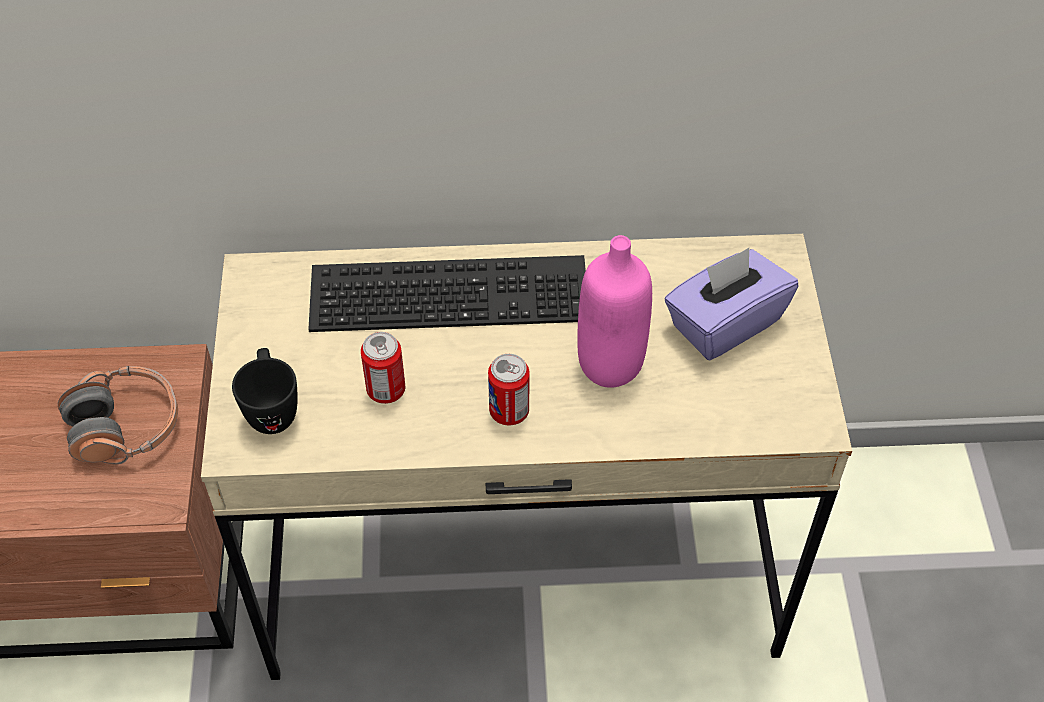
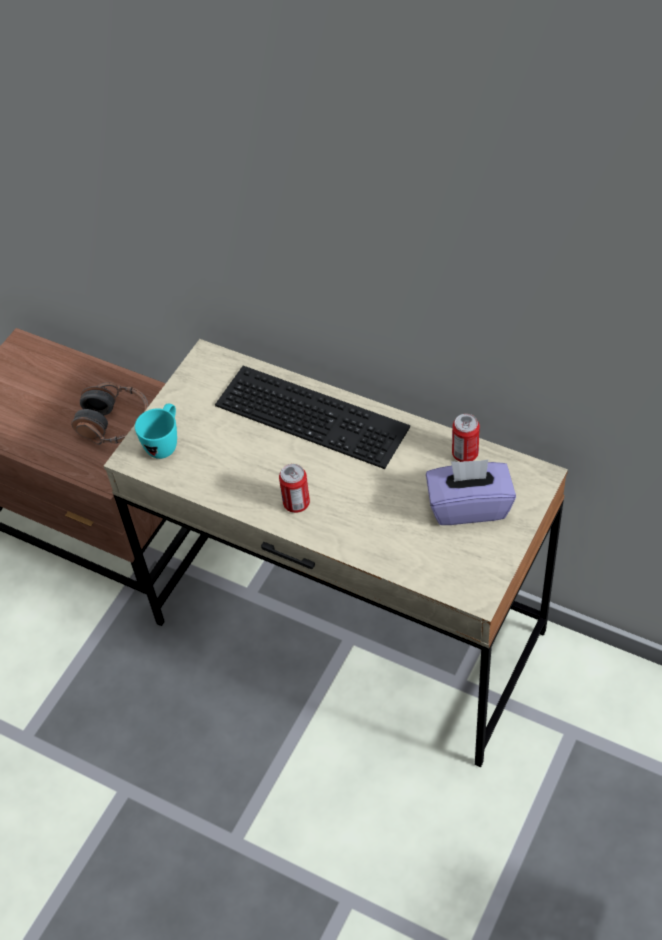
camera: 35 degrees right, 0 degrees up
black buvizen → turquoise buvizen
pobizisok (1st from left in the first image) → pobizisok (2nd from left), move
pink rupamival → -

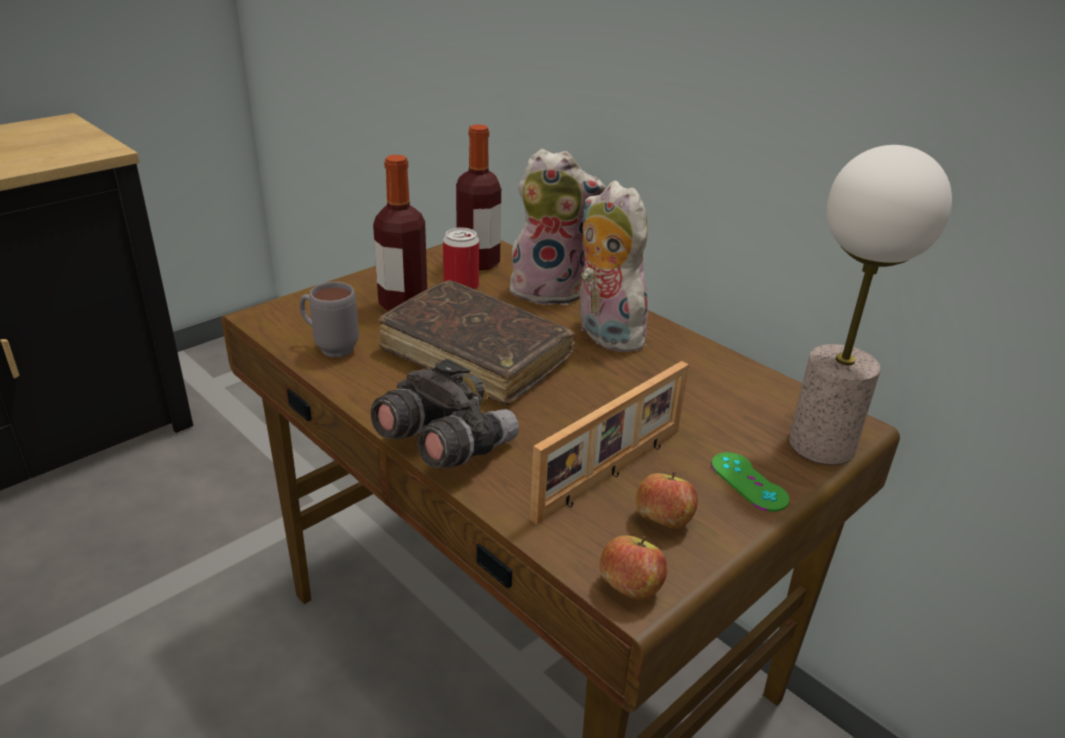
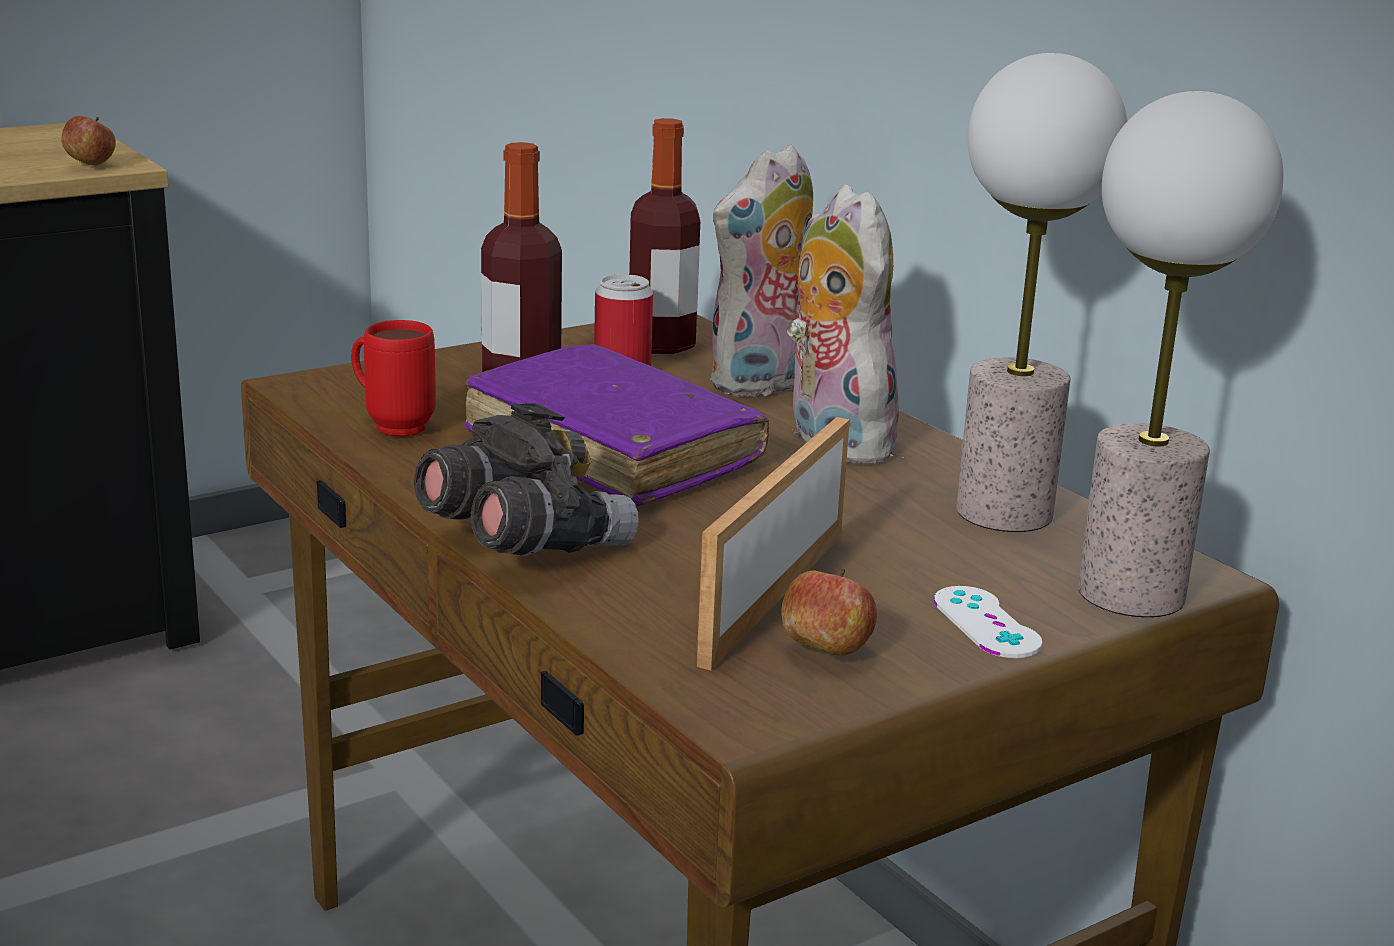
camera: 10 degrees right, 10 degrees down
grey buvizen → red buvizen
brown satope → purple satope
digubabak (1st from left), 120 degrees clockwise
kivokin, 150 degrees clockwise
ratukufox (1st from left), move
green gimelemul → white gimelemul
- → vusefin (1st from left)

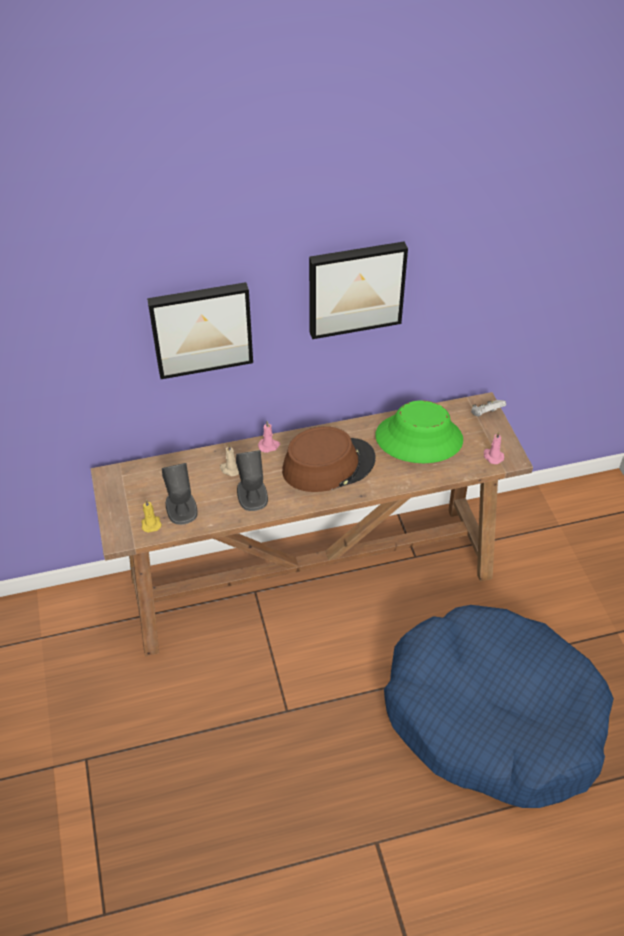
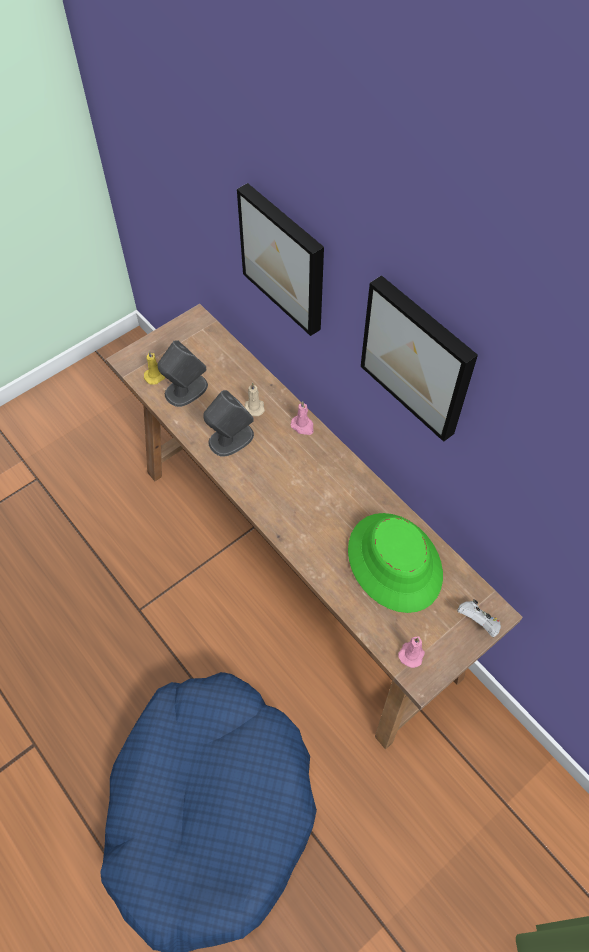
camera: 65 degrees right, 10 degrees up
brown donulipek → -

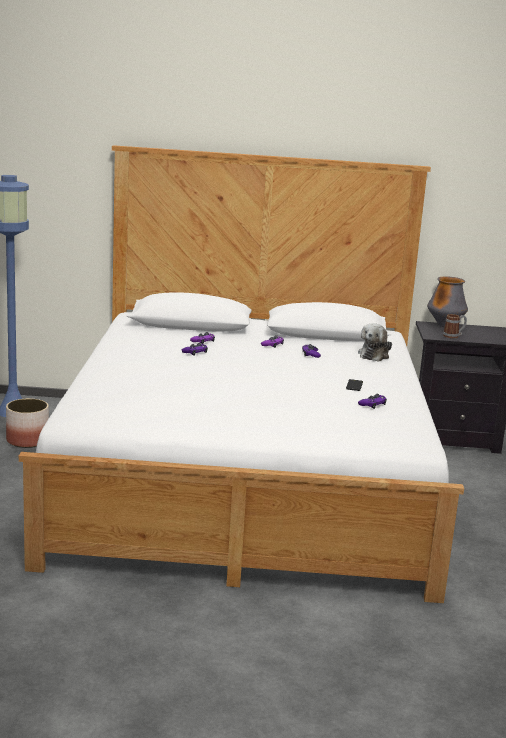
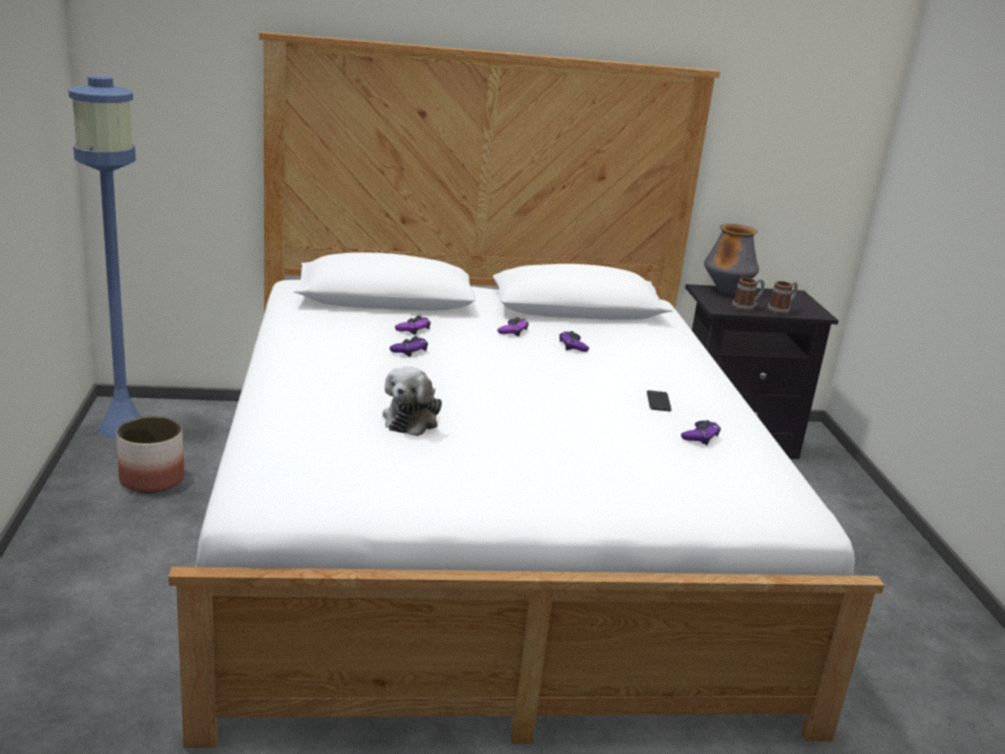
camera: 10 degrees left, 5 degrees up
digubabak, move
- → buvizen (2nd from left)

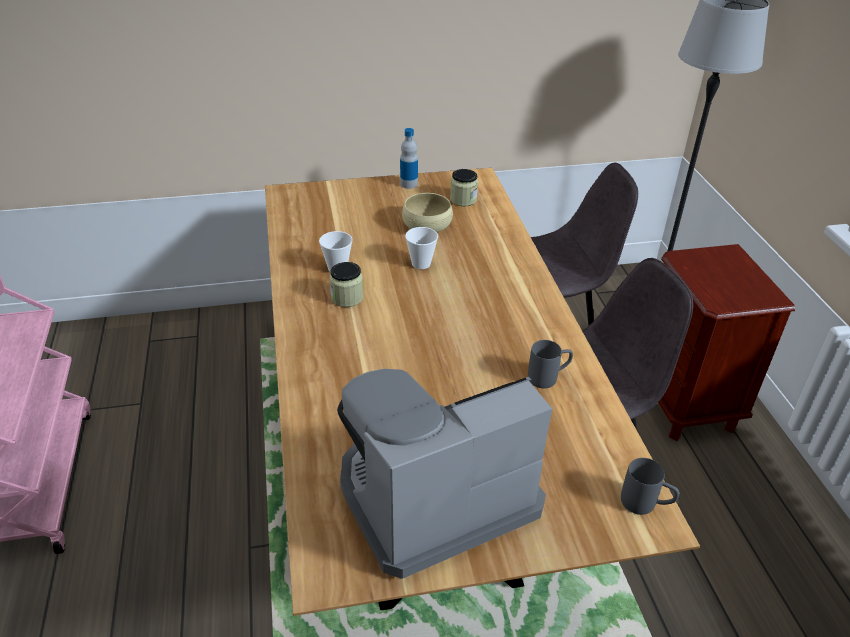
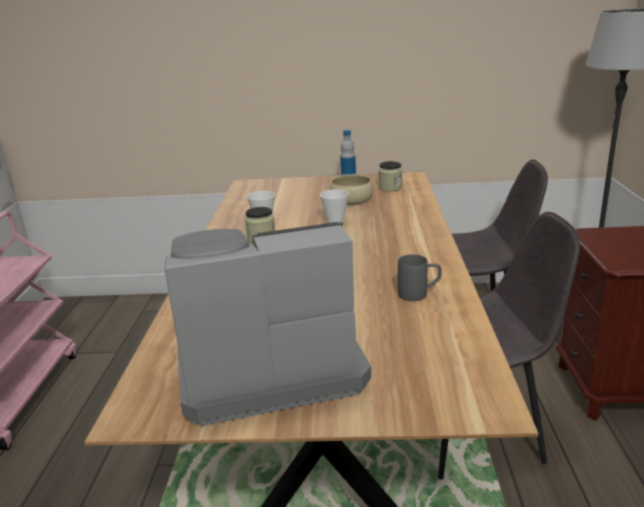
camera: 15 degrees right, 15 degrees down
grey buvizen (2nd from left) → -

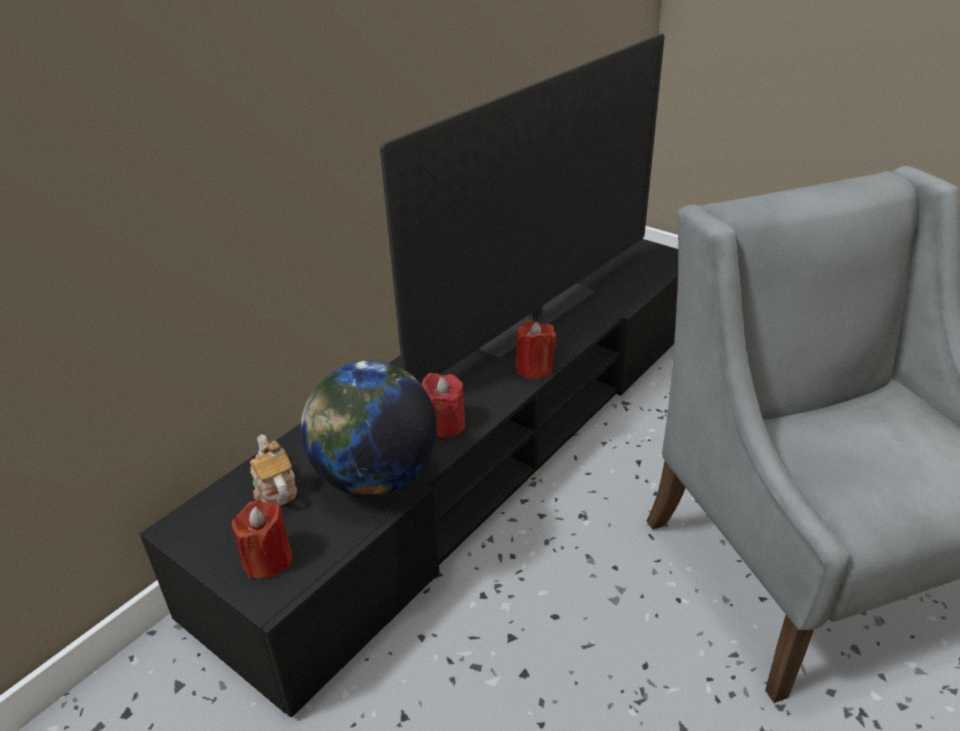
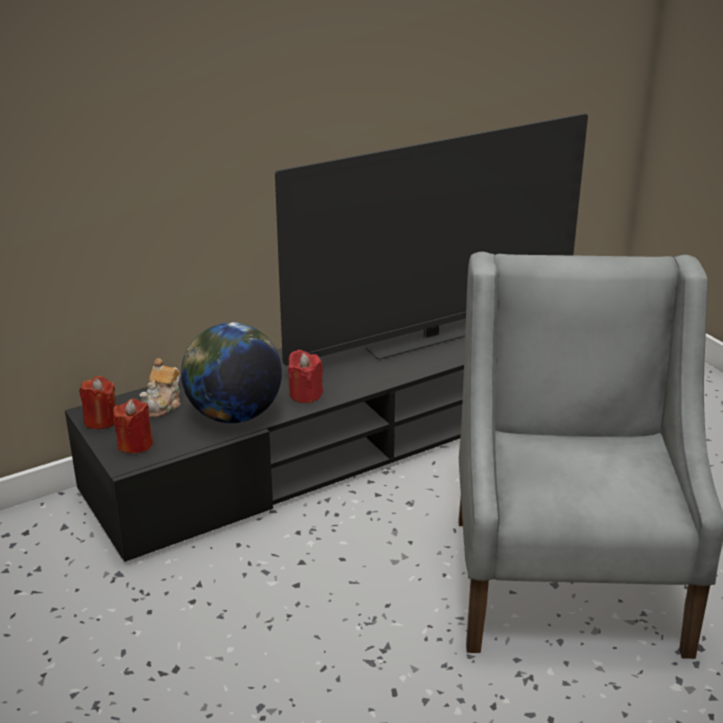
camera: 20 degrees right, 5 degrees down
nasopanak, 150 degrees counterclockwise
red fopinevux (3rd from left in the first image) → red fopinevux (1st from left), move

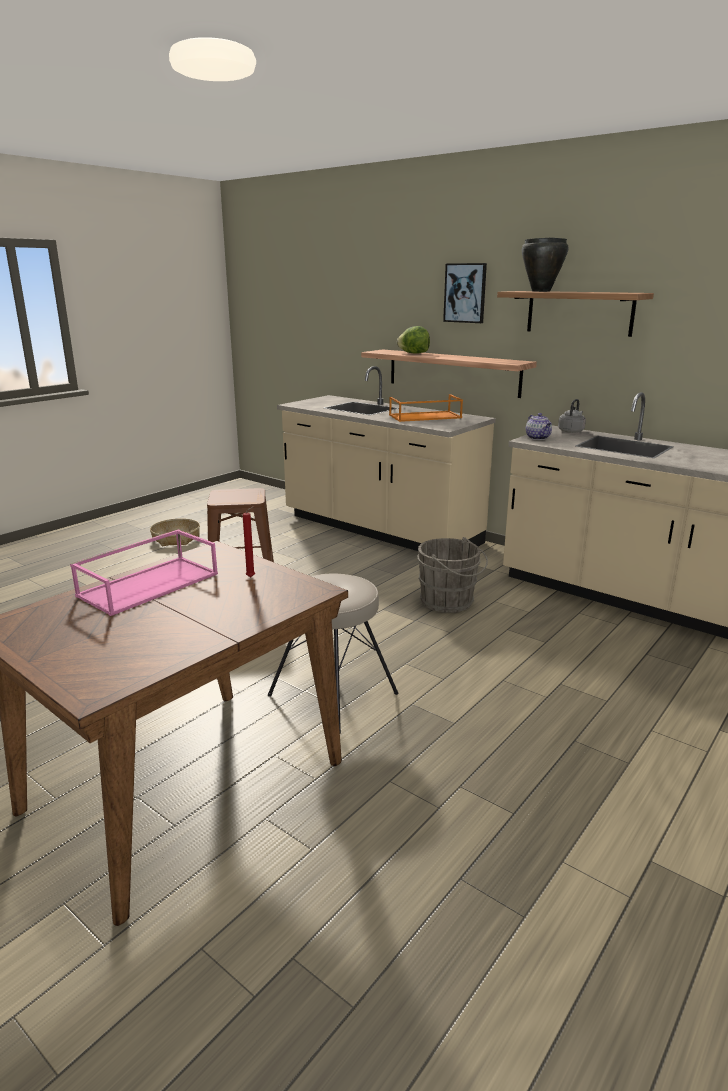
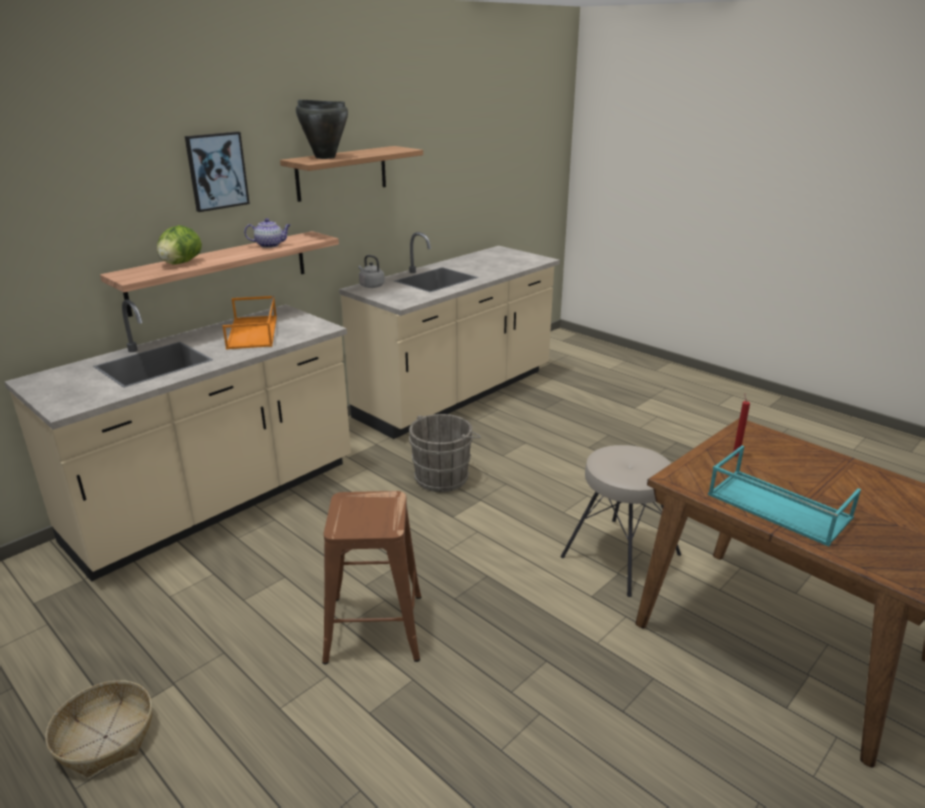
camera: 85 degrees left, 5 degrees up
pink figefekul → turquoise figefekul
nasopanak, move

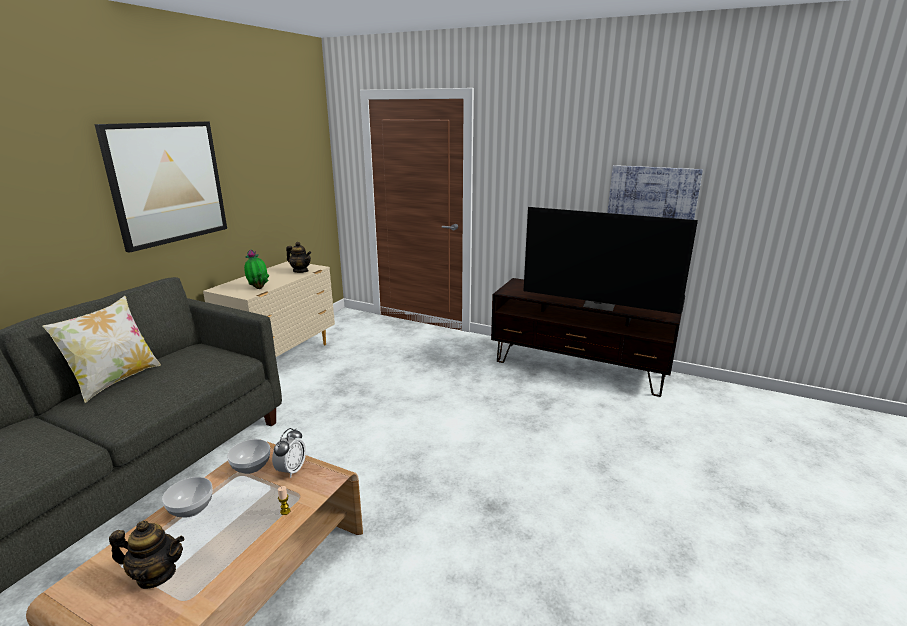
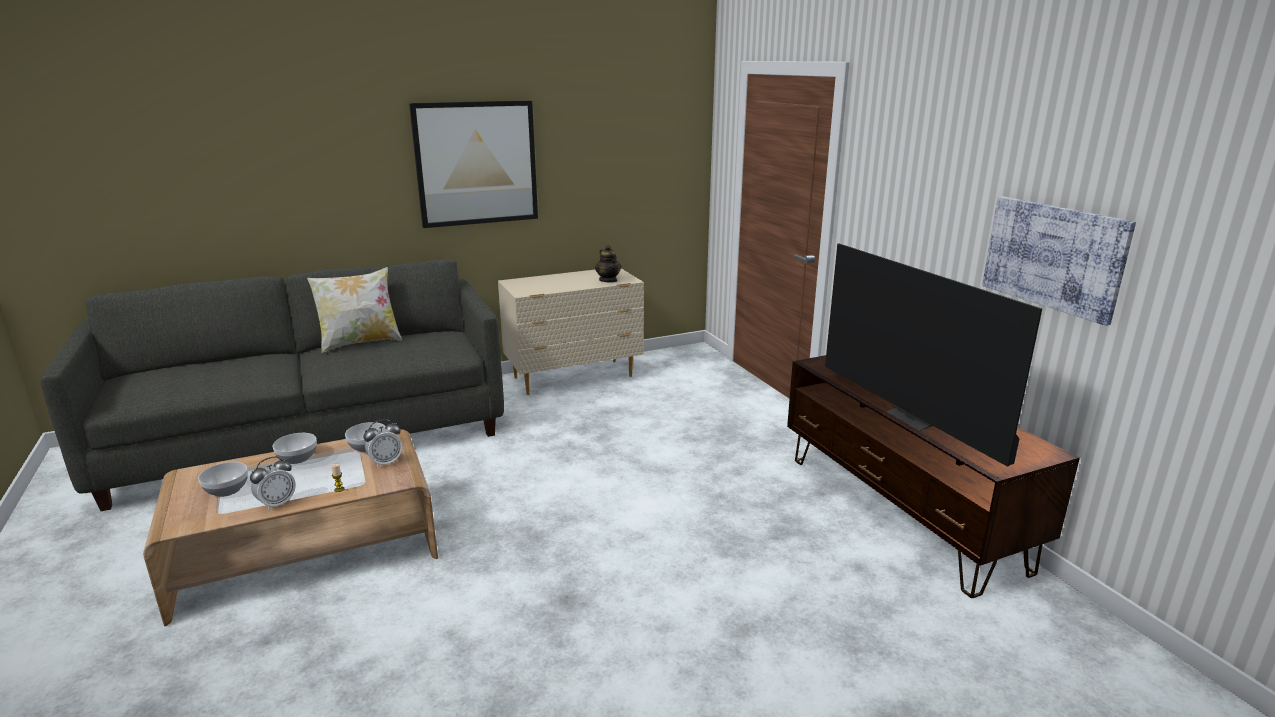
camera: 40 degrees right, 0 degrees up
nasopanak (1st from left) → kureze (1st from left)
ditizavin → -
- → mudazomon (1st from left)

